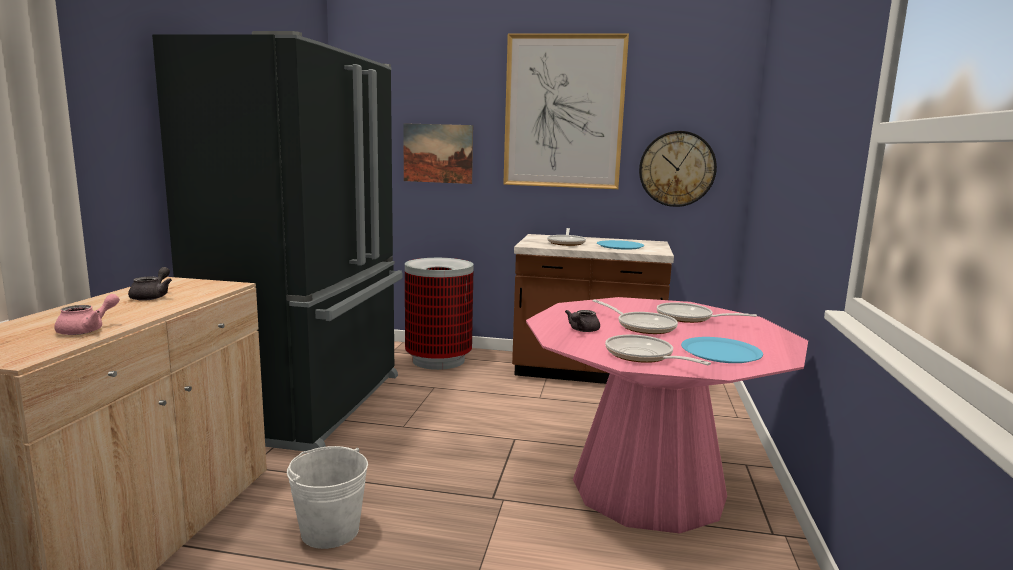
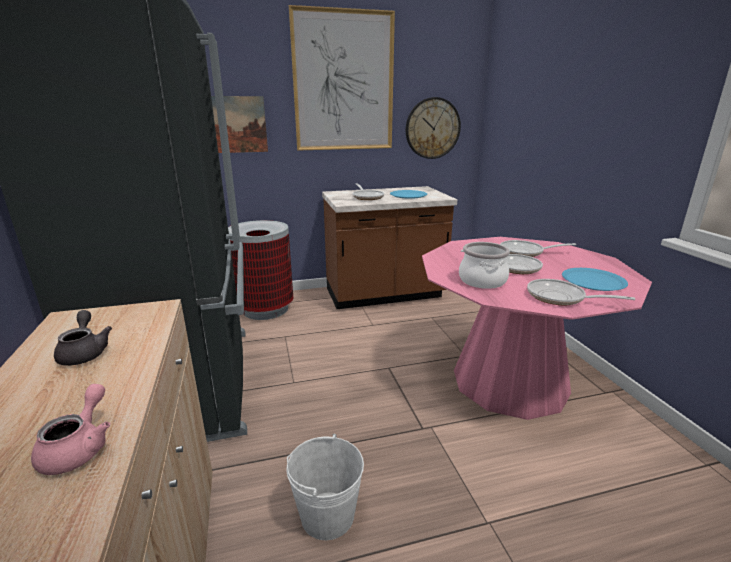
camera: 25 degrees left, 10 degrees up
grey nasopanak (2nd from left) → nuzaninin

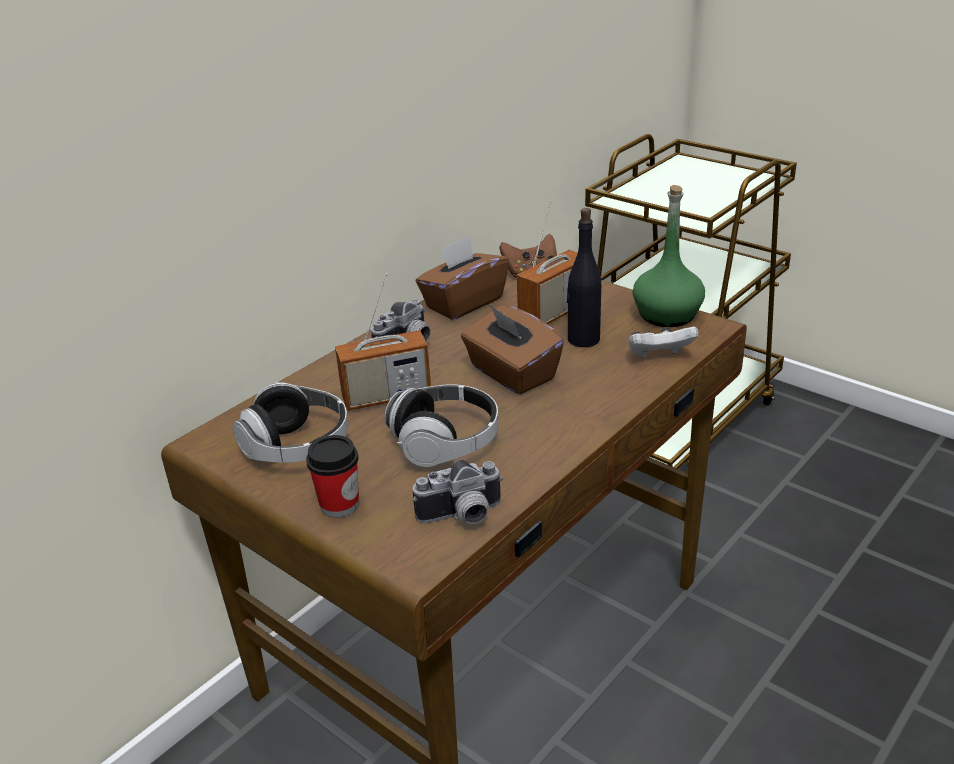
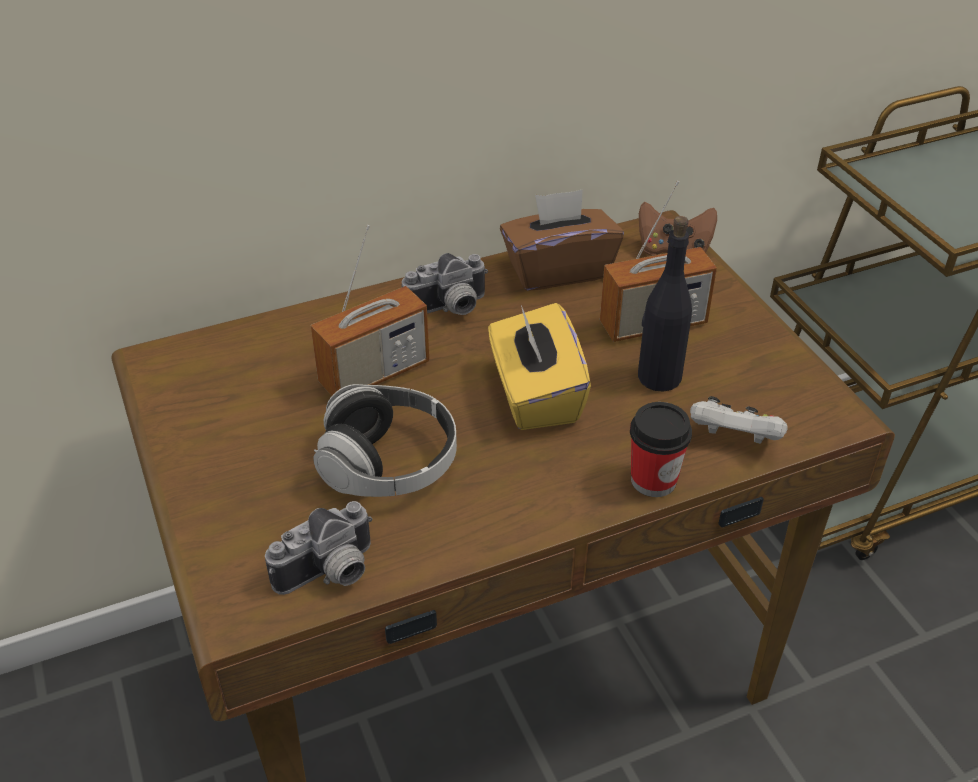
camera: 25 degrees right, 10 degrees up
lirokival (1st from left) → -
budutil, move
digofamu (1st from left), 45 degrees counterclockwise
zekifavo (2nd from left in the first image) → zekifavo (1st from left), 45 degrees counterclockwise
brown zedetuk (2nd from left) → yellow zedetuk
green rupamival → -

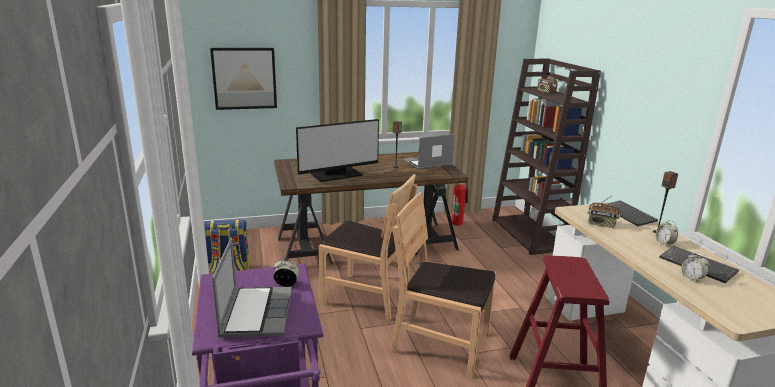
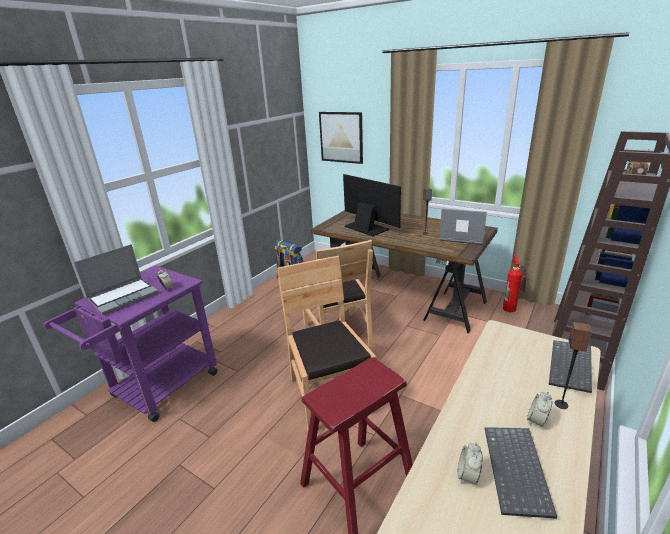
camera: 50 degrees right, 5 degrees up
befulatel, 150 degrees counterclockwise
digofamu (2nd from left) → -

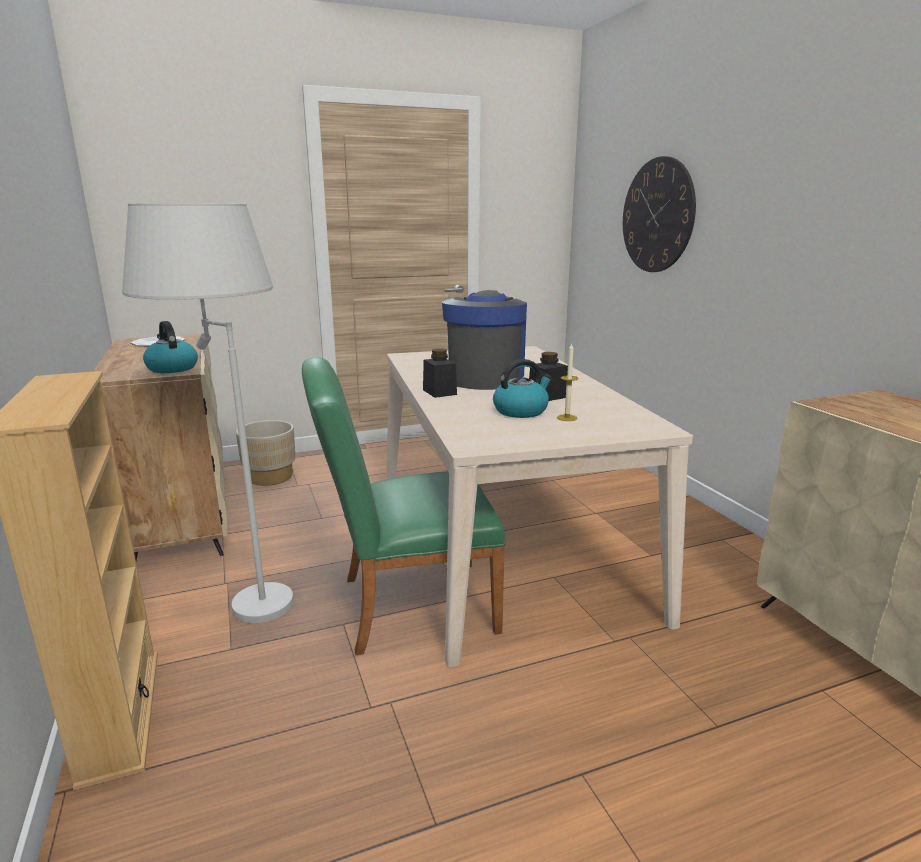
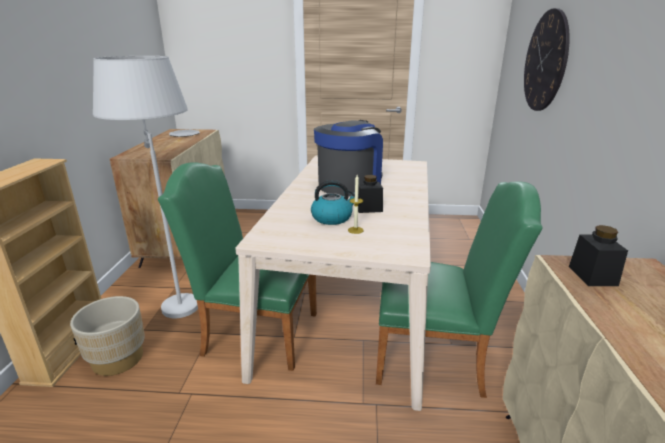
camera: 25 degrees right, 5 degrees up
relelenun (1st from left) → -
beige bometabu, move
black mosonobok (1st from left in the first image) → black mosonobok (2nd from left), move
- → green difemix (2nd from left)

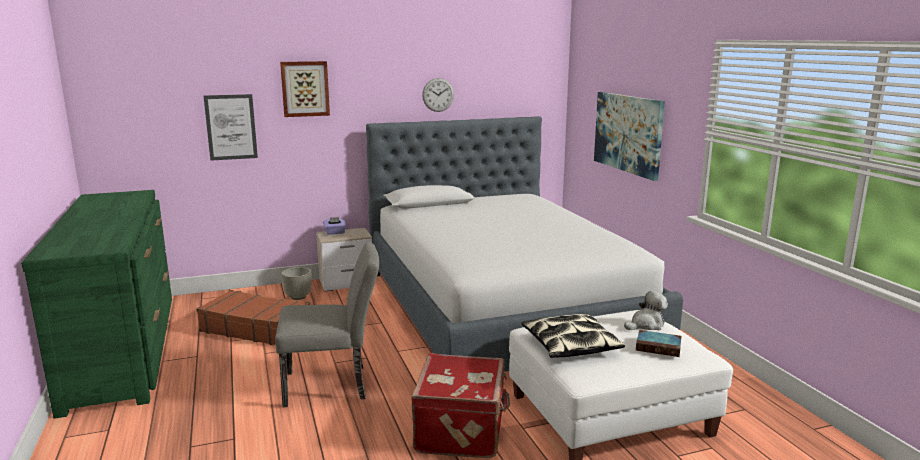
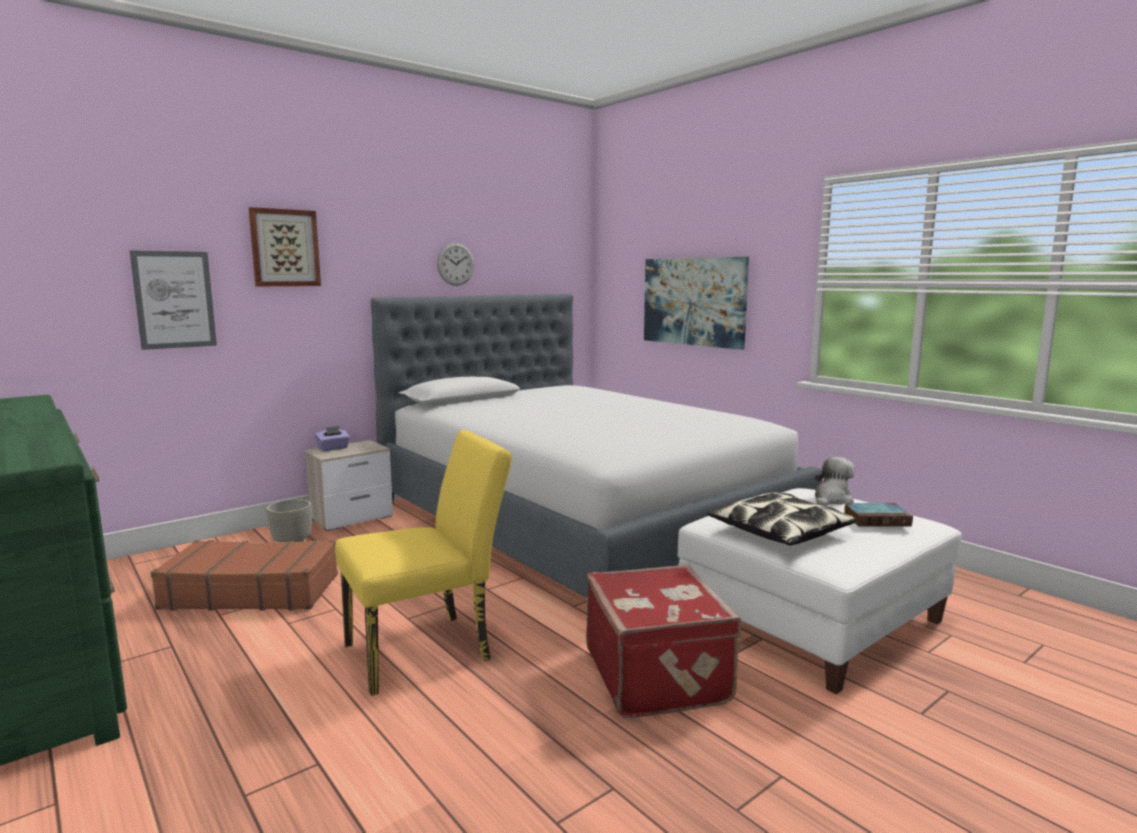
camera: 20 degrees left, 5 degrees down
grey difemix → yellow difemix

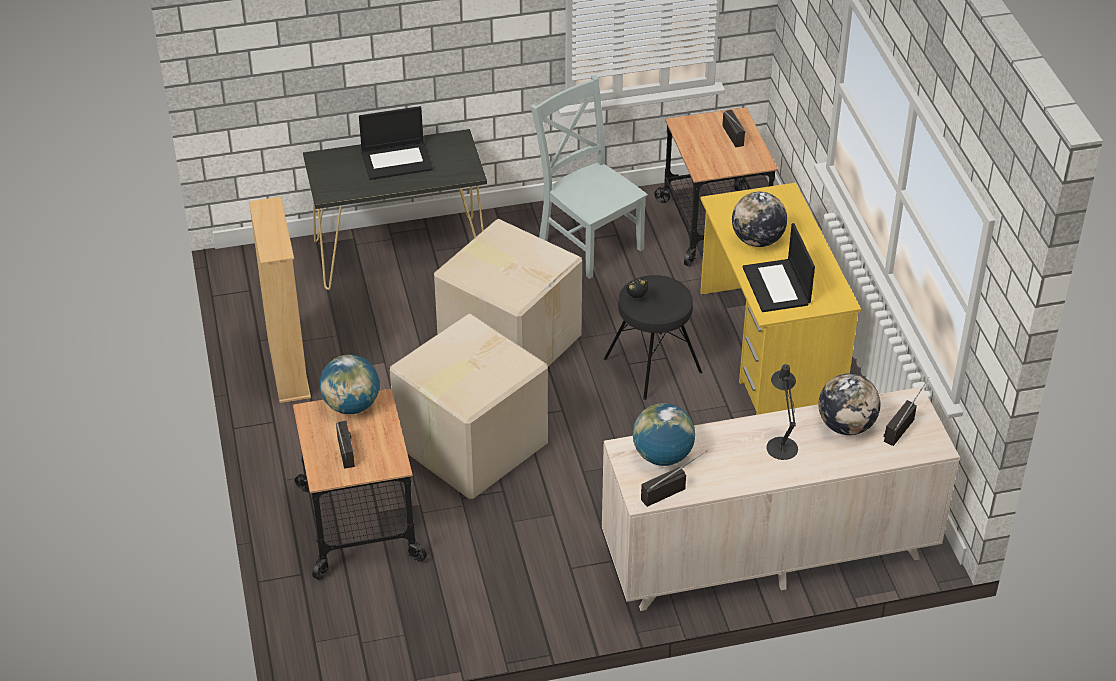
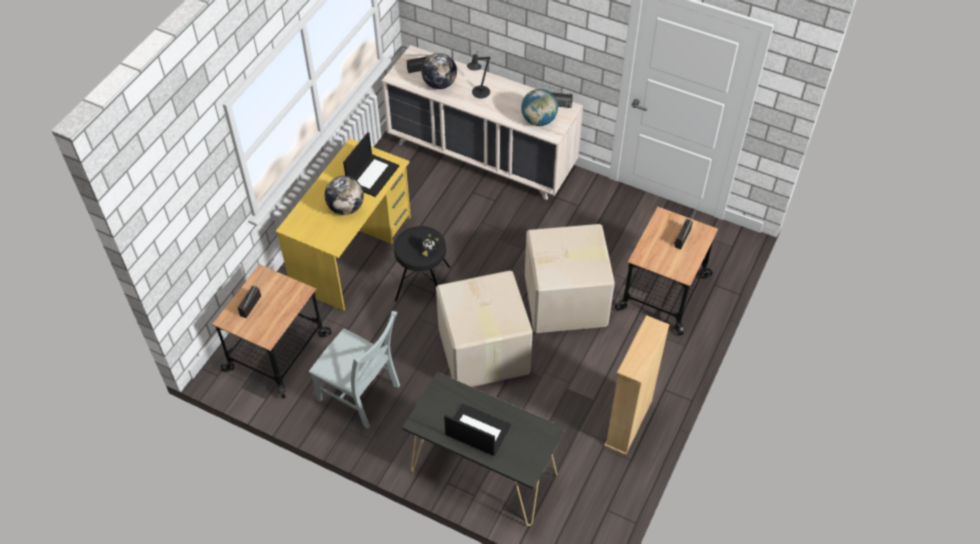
camera: 140 degrees left, 10 degrees up
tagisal (1st from left) → -
grey difemix, 60 degrees counterclockwise

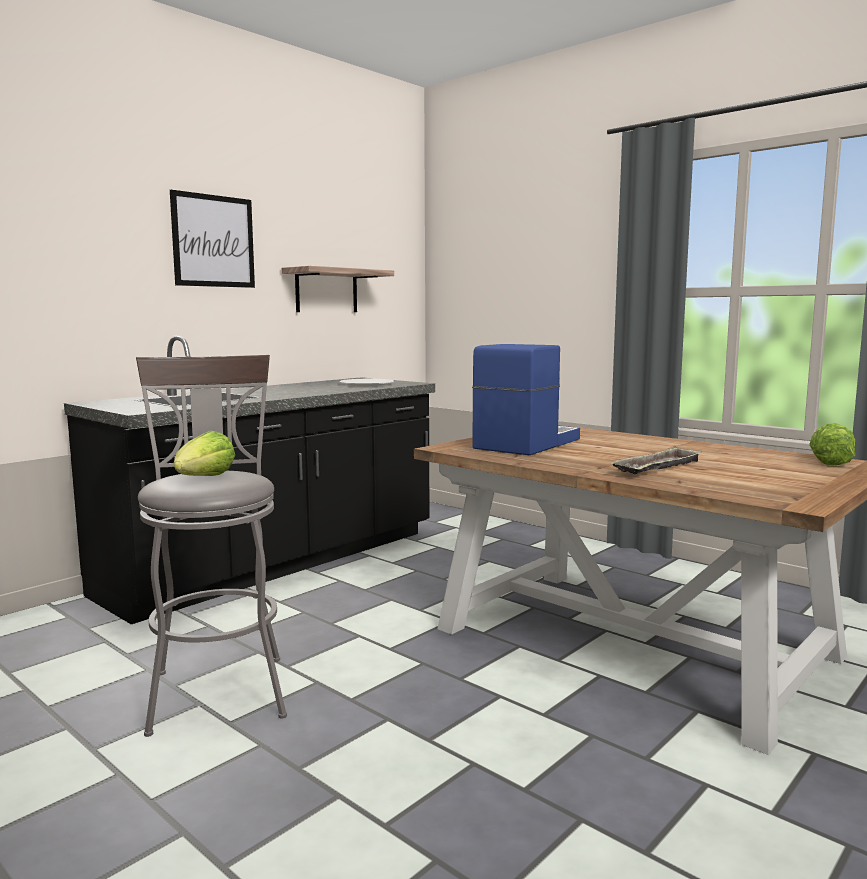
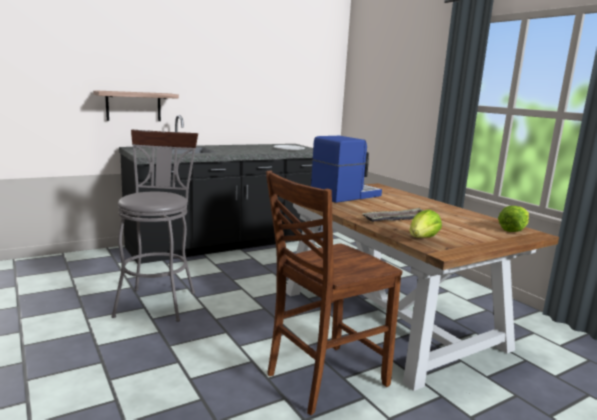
camera: 15 degrees right, 5 degrees up
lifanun → -
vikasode (1st from left), move
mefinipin, move
- → brown difemix

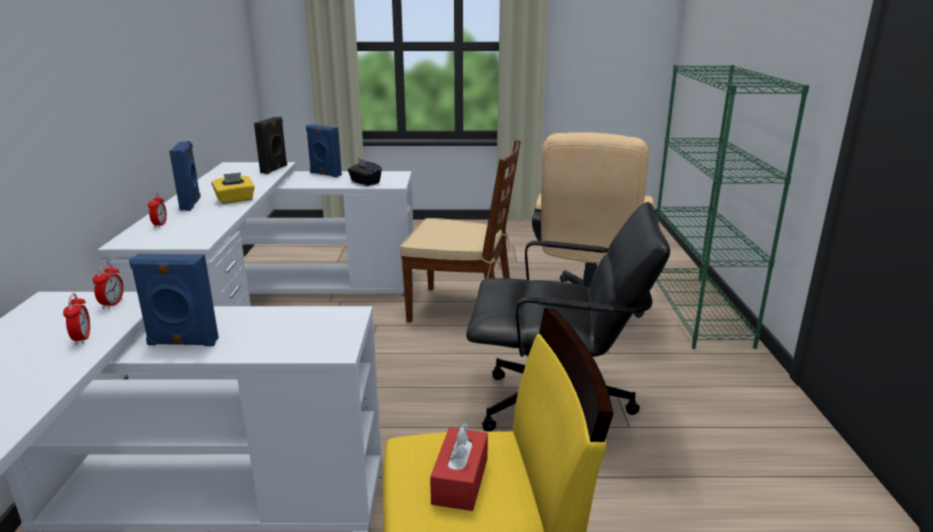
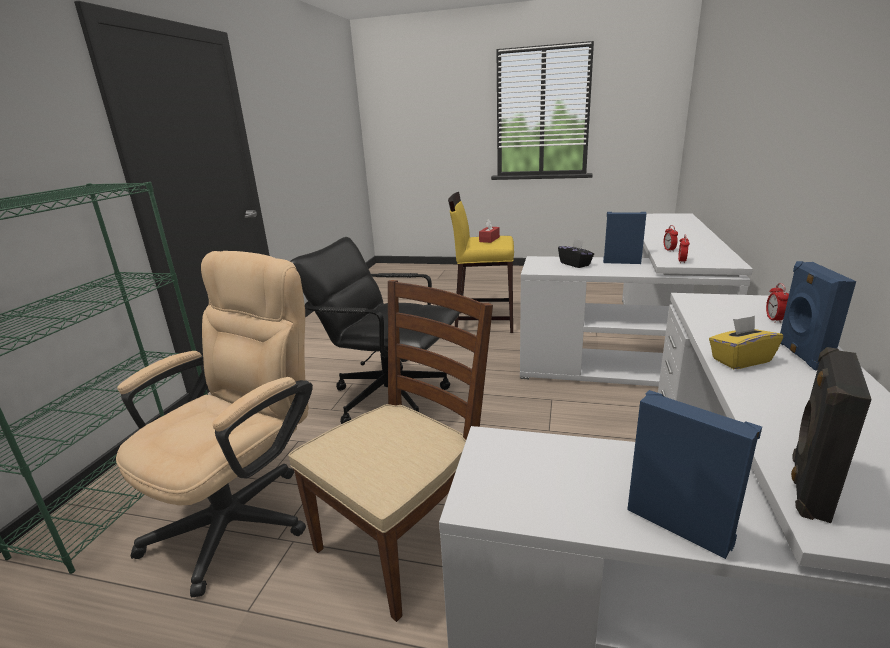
camera: 165 degrees left, 0 degrees up
black zedetuk, move
brown difemix, 105 degrees clockwise

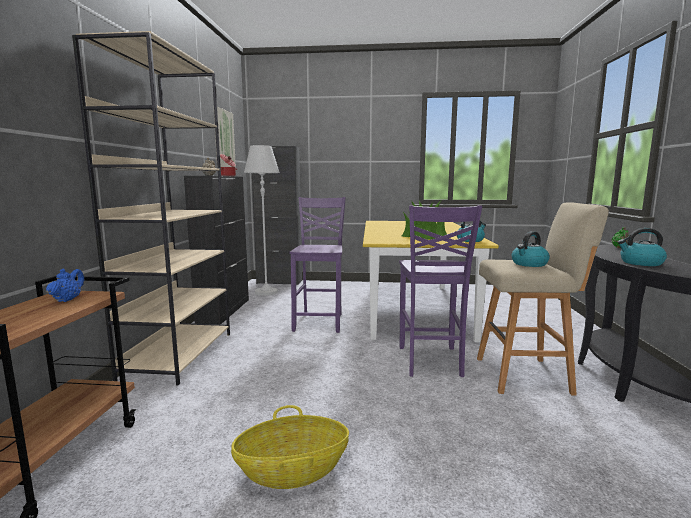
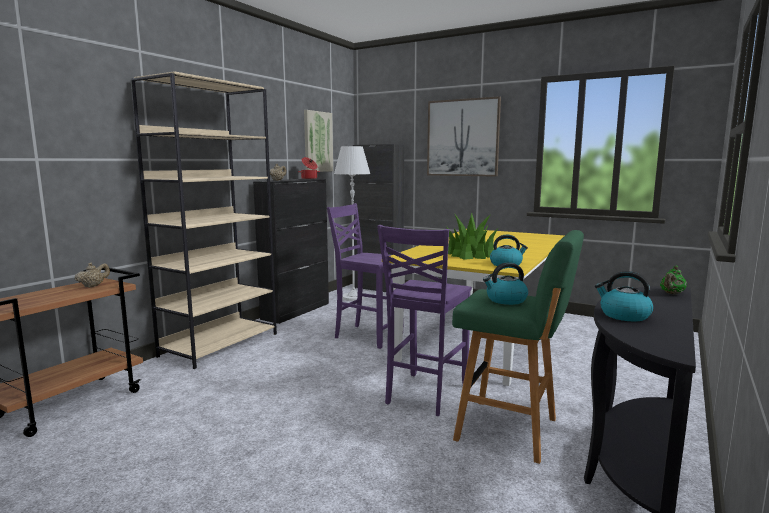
camera: 25 degrees right, 0 degrees up
blue nasopanak → beige nasopanak (1st from left)
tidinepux → -
purple difemix (1st from left), 90 degrees counterclockwise
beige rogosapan → green rogosapan
- → lifanun (2nd from left)

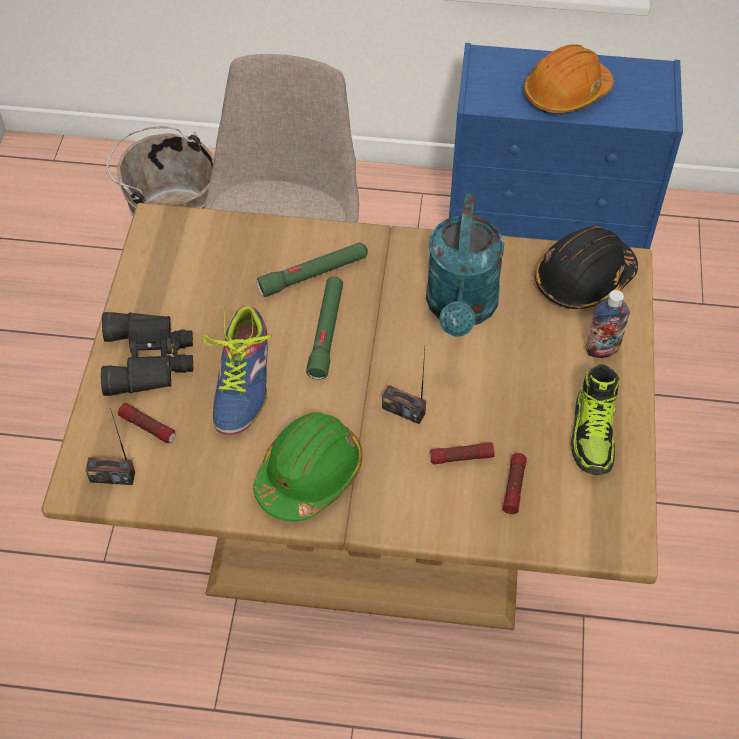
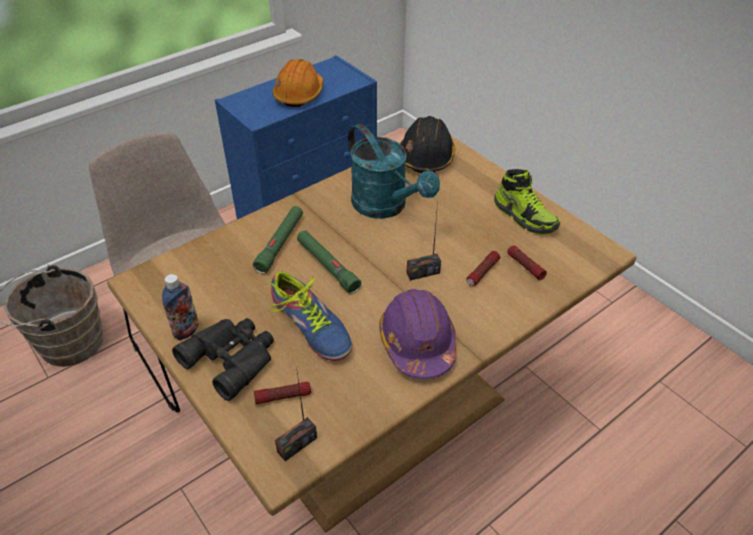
camera: 45 degrees left, 10 degrees down
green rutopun → purple rutopun
rupamival, move

